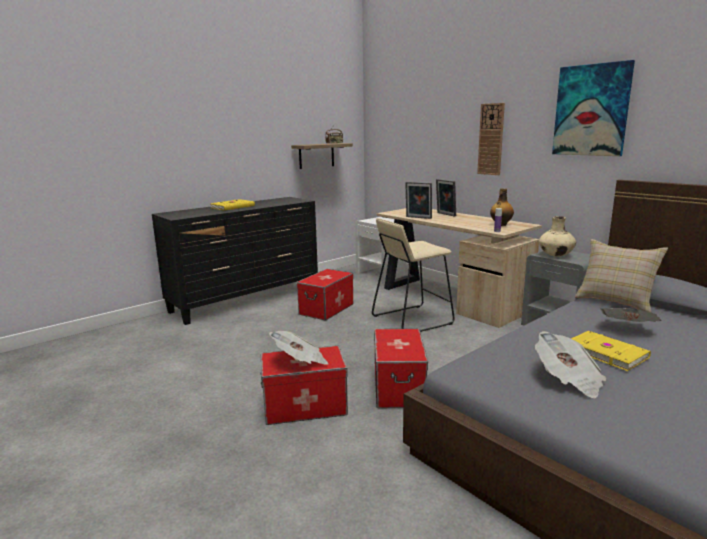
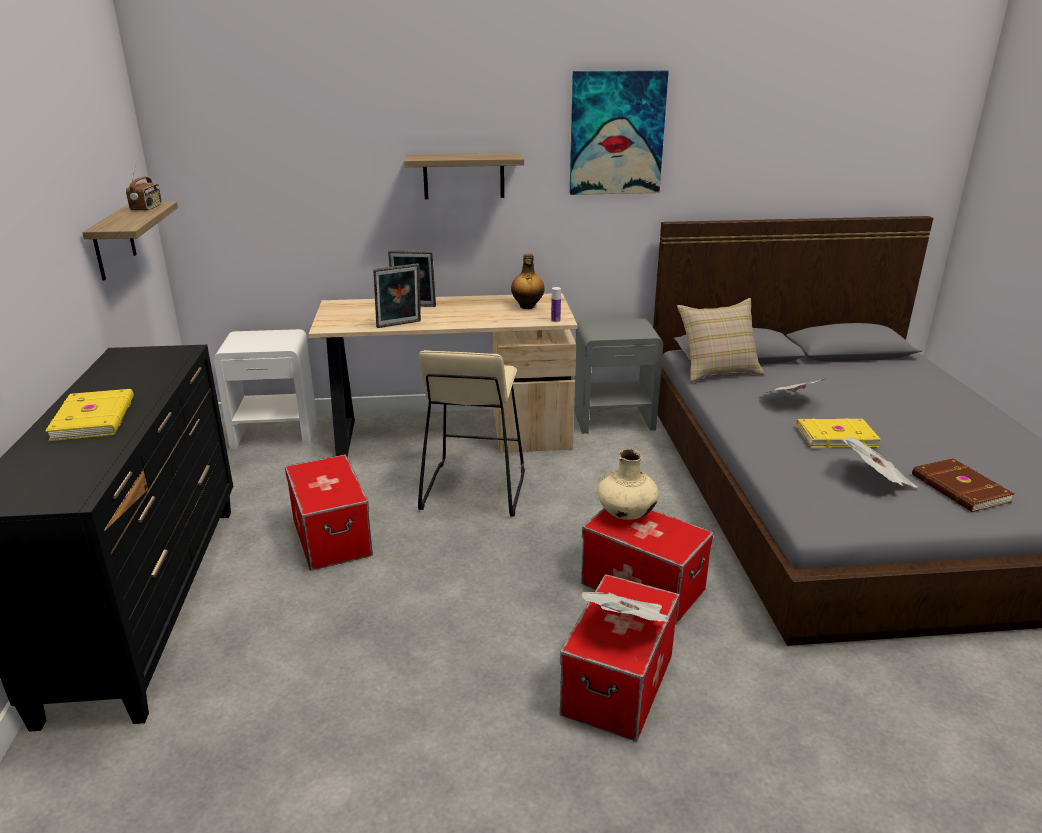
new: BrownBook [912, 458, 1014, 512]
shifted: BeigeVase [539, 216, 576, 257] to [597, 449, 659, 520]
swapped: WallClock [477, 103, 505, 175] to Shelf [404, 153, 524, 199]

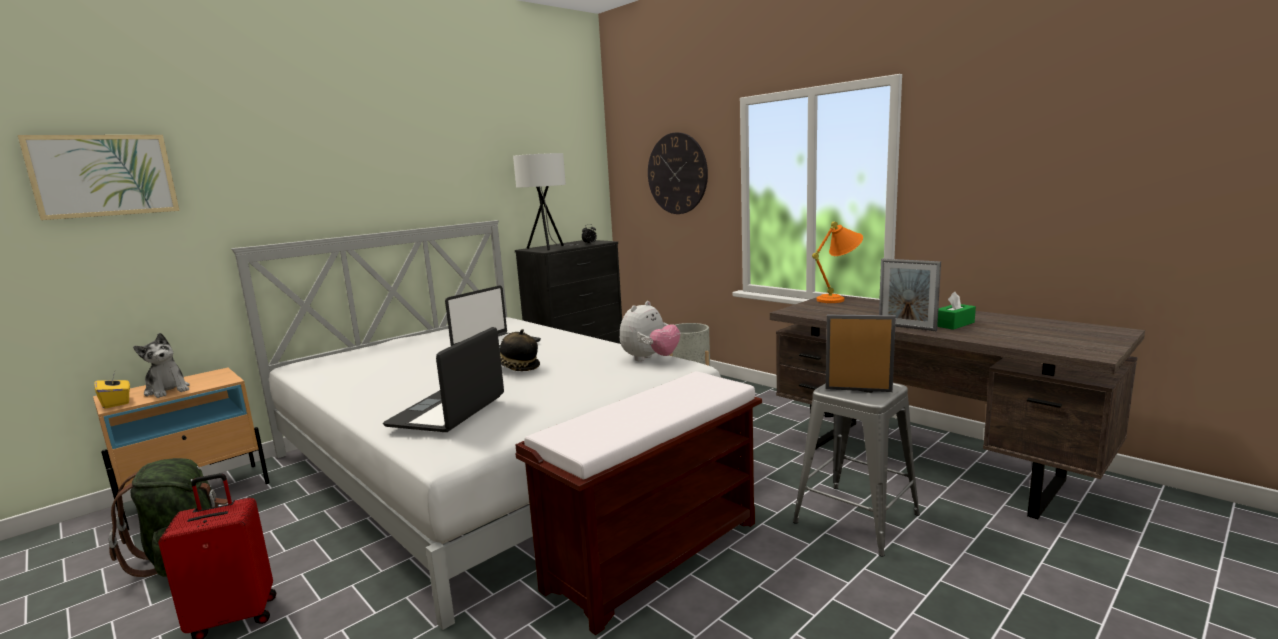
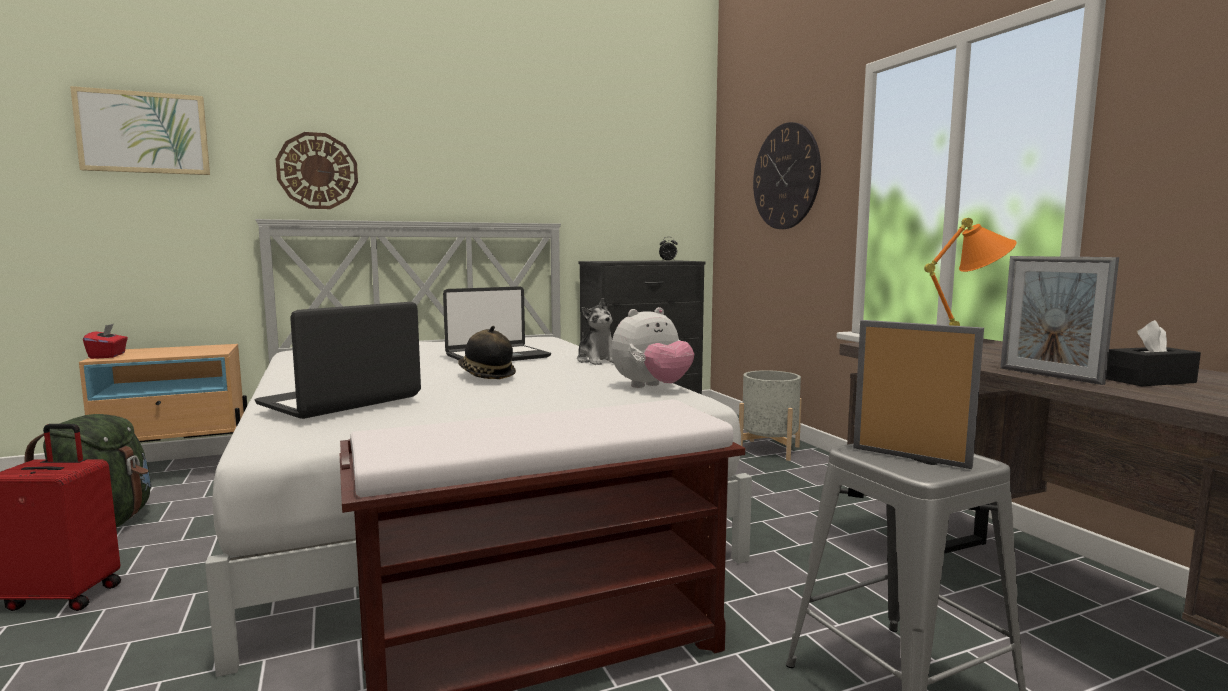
gone: WhiteTableLamp [513, 153, 578, 251]
new: WallClock [276, 132, 358, 209]
shifted: PlushToy [133, 333, 190, 398] to [577, 298, 614, 365]
repainted: YellowTissueBox [94, 371, 130, 409] to RedTissueBox [83, 324, 128, 359]; GreenTissueBox [937, 292, 976, 330] to BlackTissueBox [1106, 320, 1201, 386]

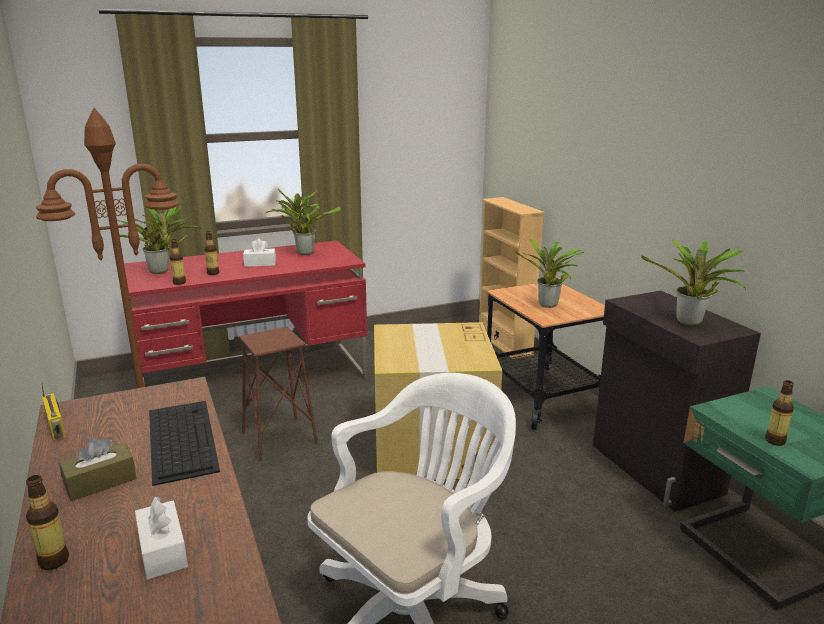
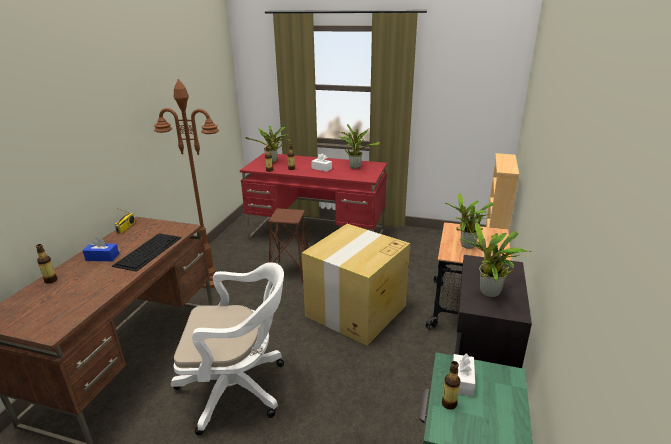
shifted: WhiteTissueBox [135, 497, 188, 580] to [453, 353, 475, 396]
repainted: BrownTissueBox [59, 437, 136, 501] to BlueTissueBox [82, 237, 119, 261]

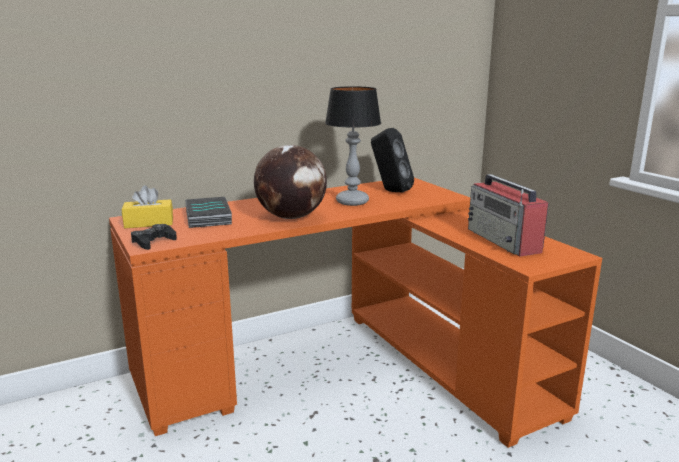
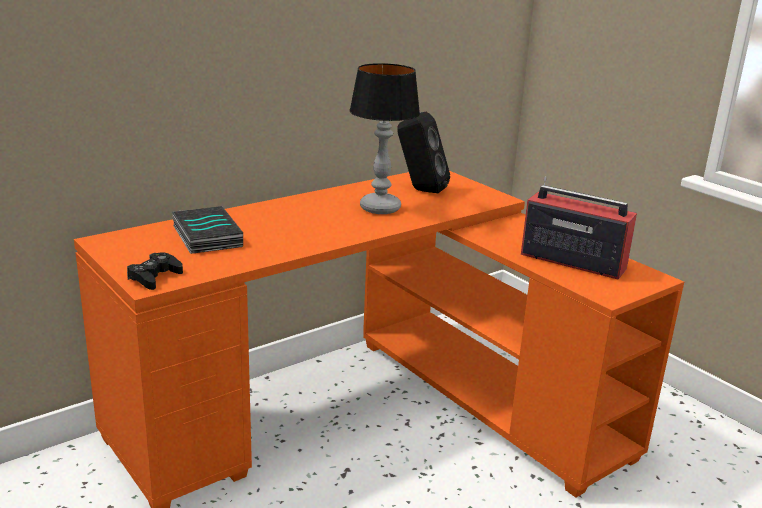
gone: YellowTissueBox [122, 185, 173, 228]; Globe [254, 145, 327, 219]
rotated: Radio [468, 174, 549, 256] = [521, 176, 637, 280] 150 degrees clockwise

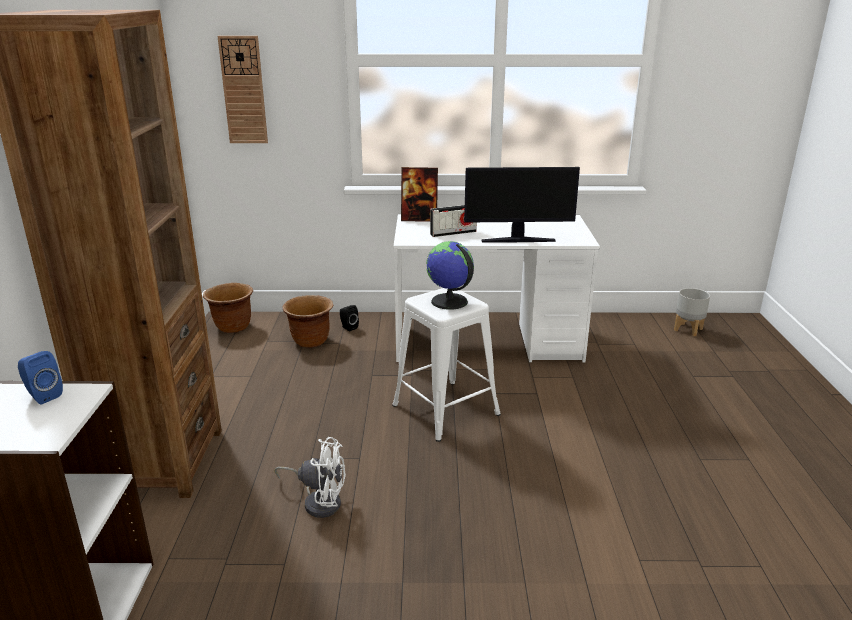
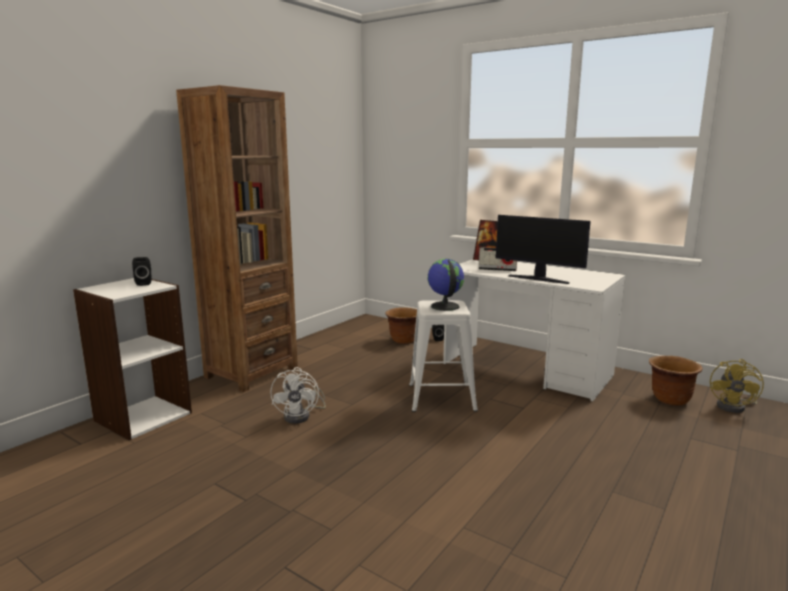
gone: WallClock [218, 36, 268, 143]
shifted: BrownPlanter [203, 283, 253, 333] to [649, 356, 703, 406]
swapped: GreyPlanter [674, 288, 710, 336] to YellowFan [710, 359, 764, 413]
repainted: BlueSpeaker [18, 351, 63, 404] to BlackSpeaker [132, 257, 151, 286]
rotated: WhiteFan [274, 437, 346, 518] = [270, 367, 326, 424] 45 degrees clockwise

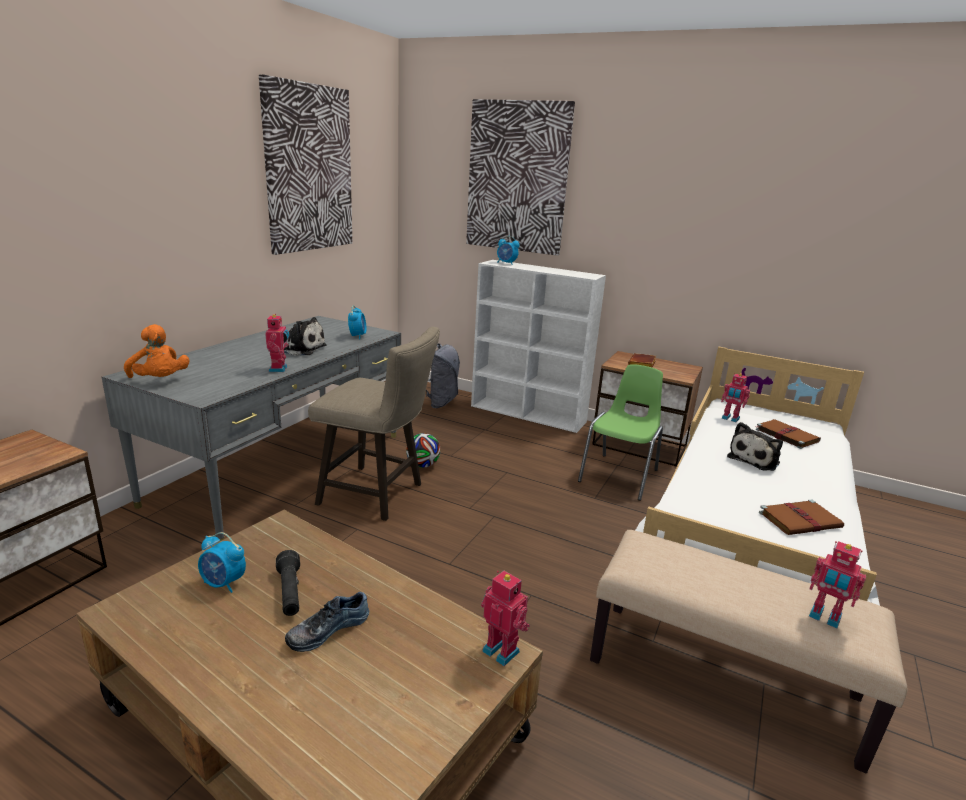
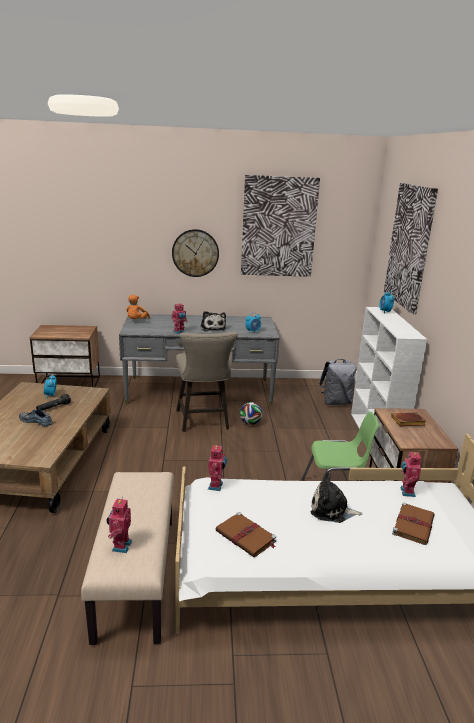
new: WallClock [172, 229, 219, 277]
shifted: ToyRobot [481, 571, 530, 666] to [208, 444, 227, 491]

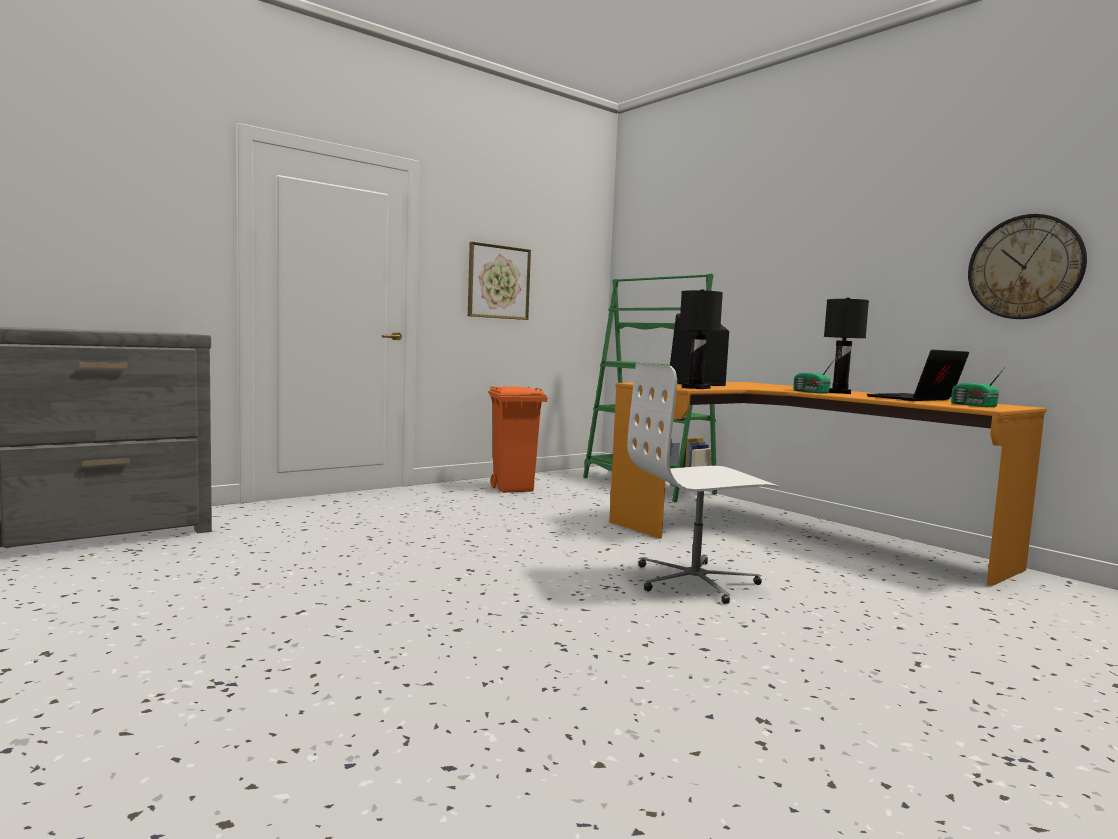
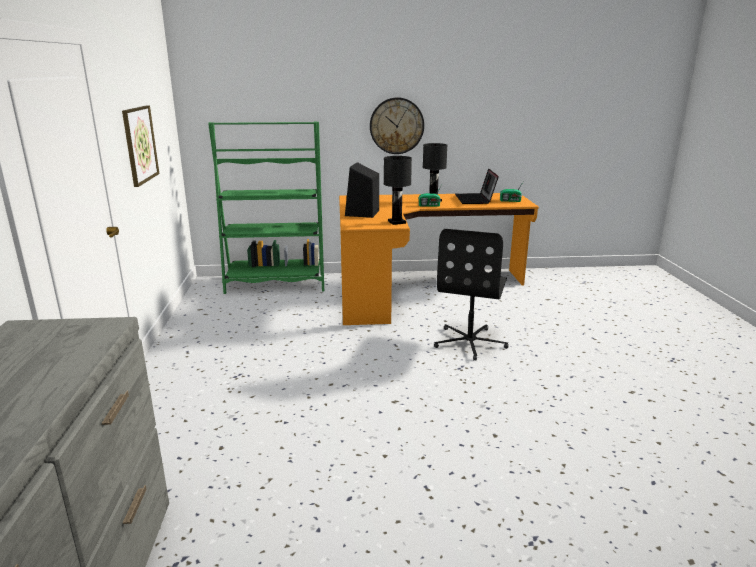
gone: OrangeTrashCan [488, 386, 547, 493]
shifted: WallClock [968, 214, 1087, 319] to [370, 97, 424, 154]
repainted: WhiteOfficeChair [627, 362, 779, 604] to BlackOfficeChair [434, 229, 509, 361]

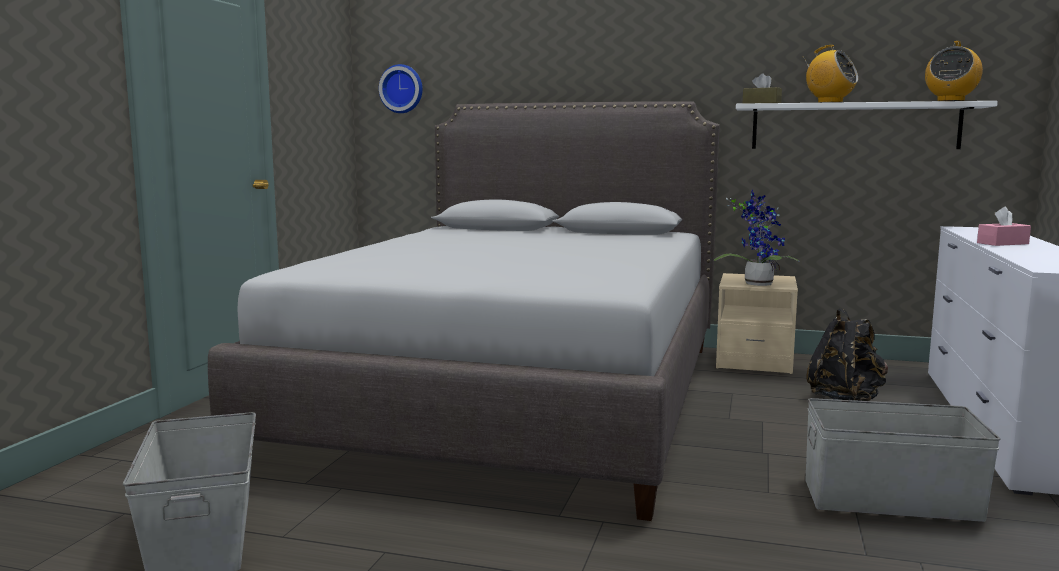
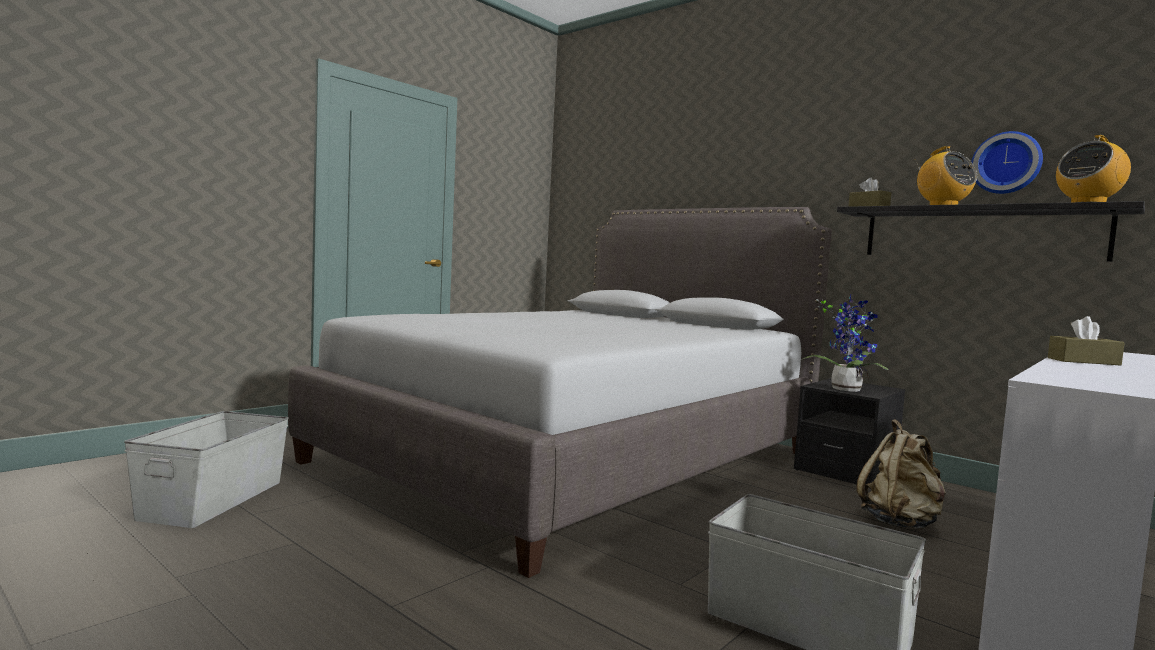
shifted: WallClock [379, 64, 423, 113] to [971, 131, 1043, 194]
repainted: BeigeNightstand [716, 273, 798, 374] to BlackNightstand [794, 378, 905, 488]; WhiteShelf [736, 101, 998, 149] to BlackShelf [837, 201, 1145, 262]; BlackBackpack [806, 309, 888, 401] to BeigeBackpack [856, 419, 946, 529]; PinkTissueBox [977, 206, 1031, 246] to BrownTissueBox [1048, 316, 1125, 366]

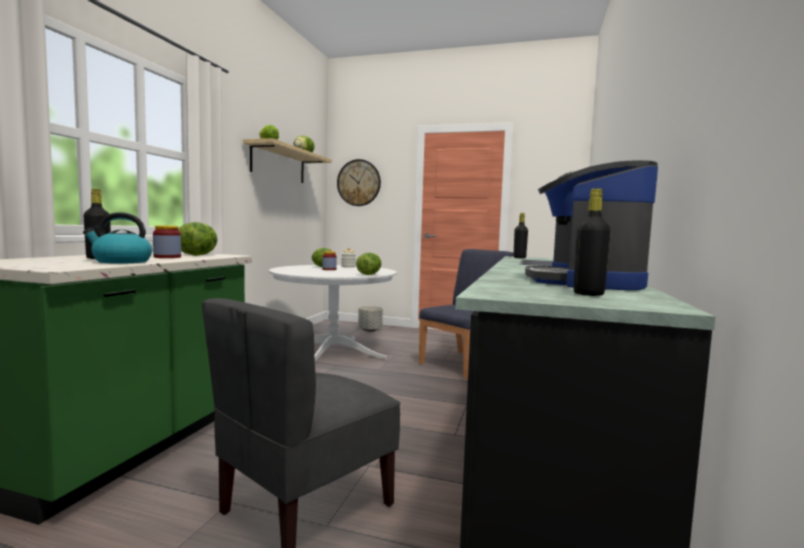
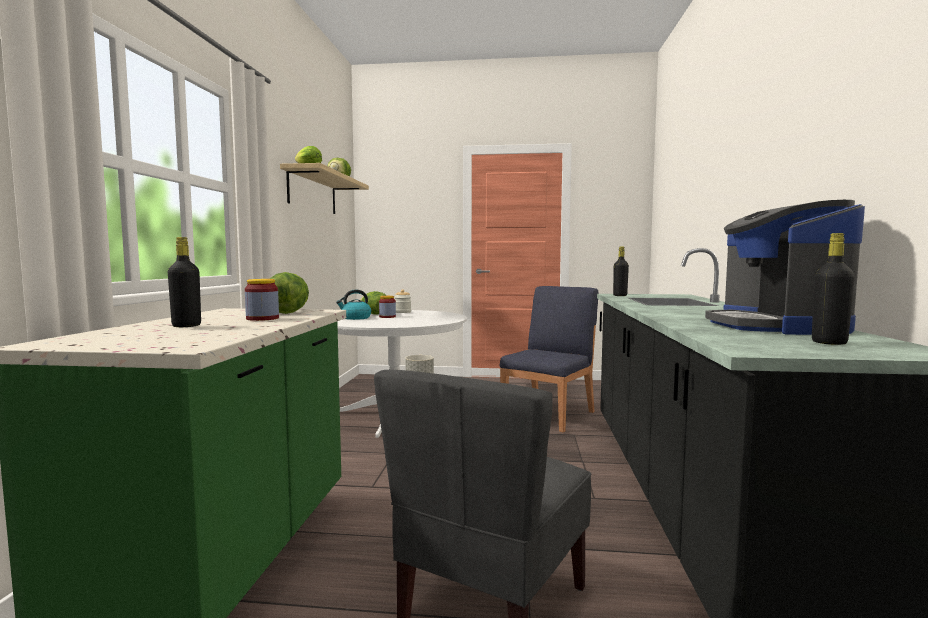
gone: WallClock [337, 159, 381, 206]; Lettuce [356, 252, 381, 275]
shifted: Kettle [83, 212, 152, 264] to [336, 290, 371, 320]

